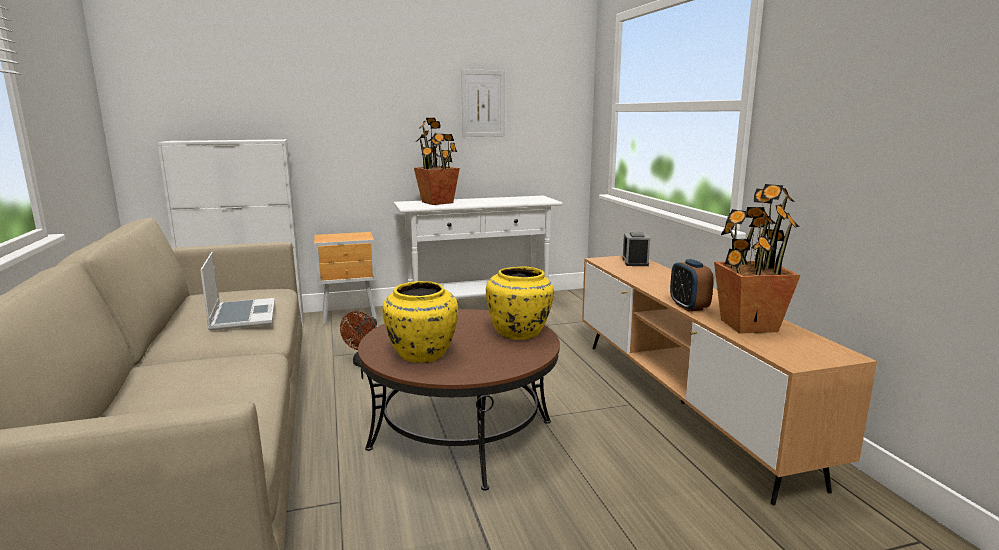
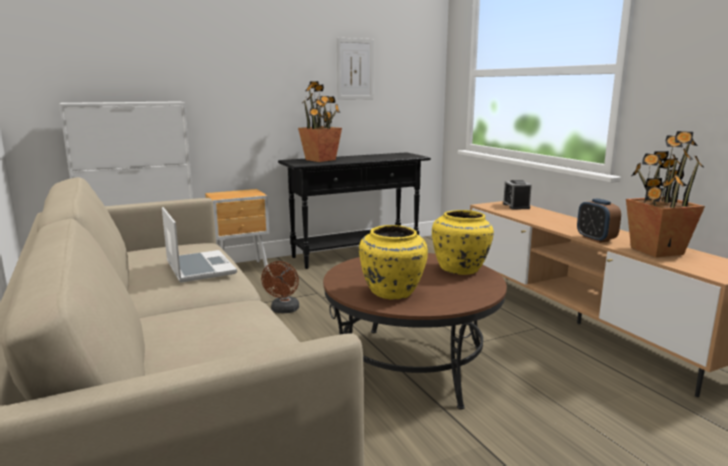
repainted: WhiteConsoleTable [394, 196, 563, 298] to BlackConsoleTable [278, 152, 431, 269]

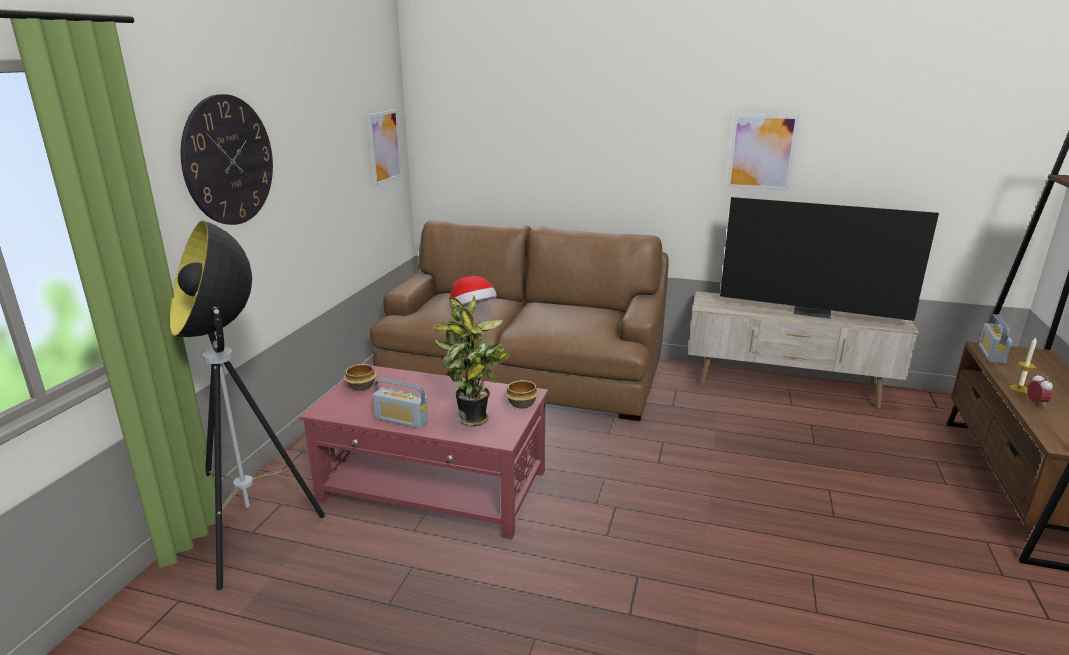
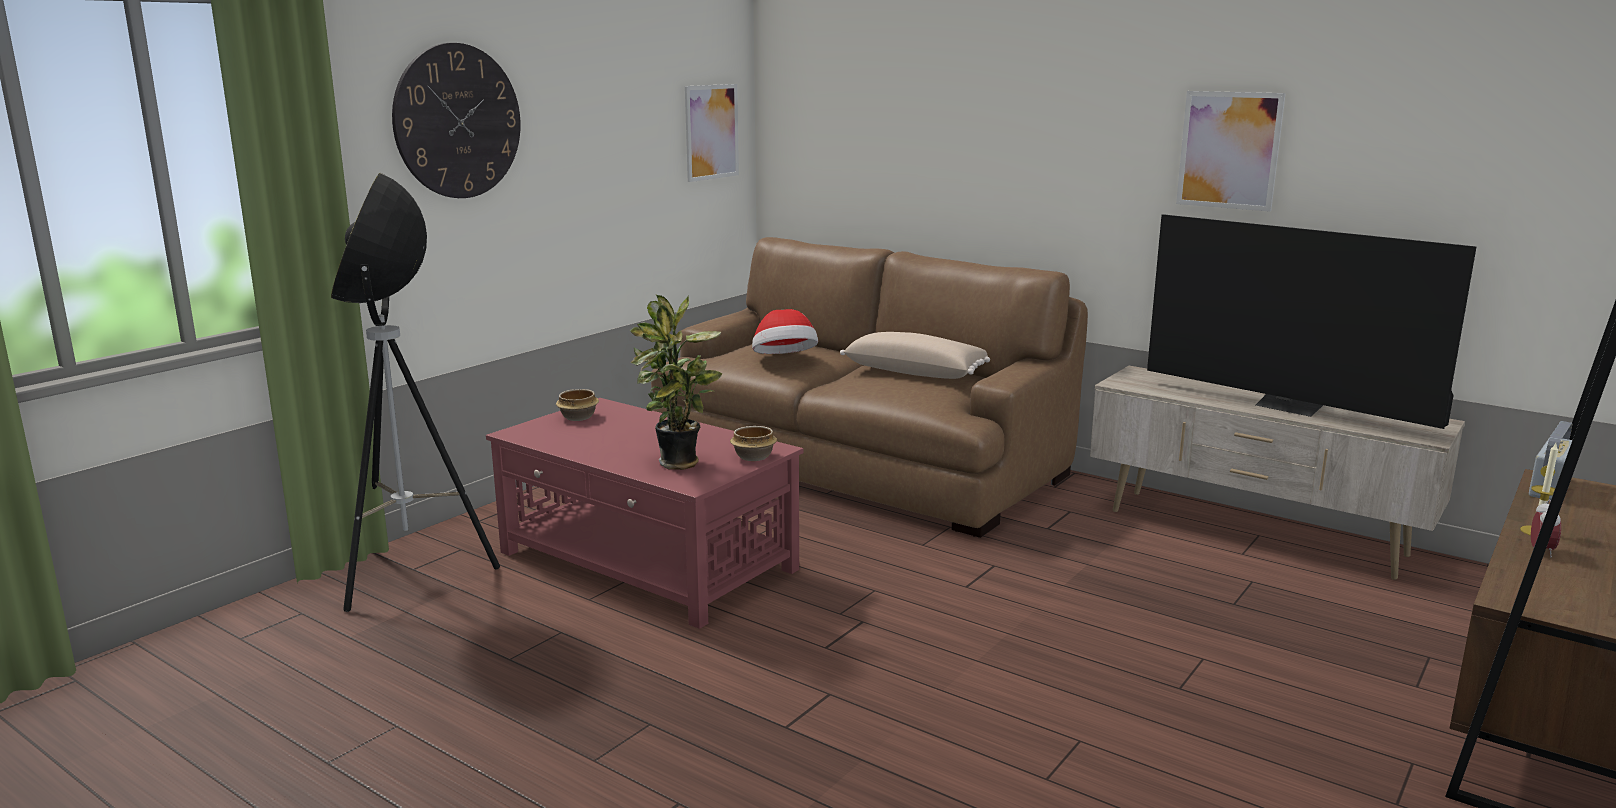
gone: Radio [373, 378, 428, 429]
new: BeigePillow [840, 332, 990, 379]

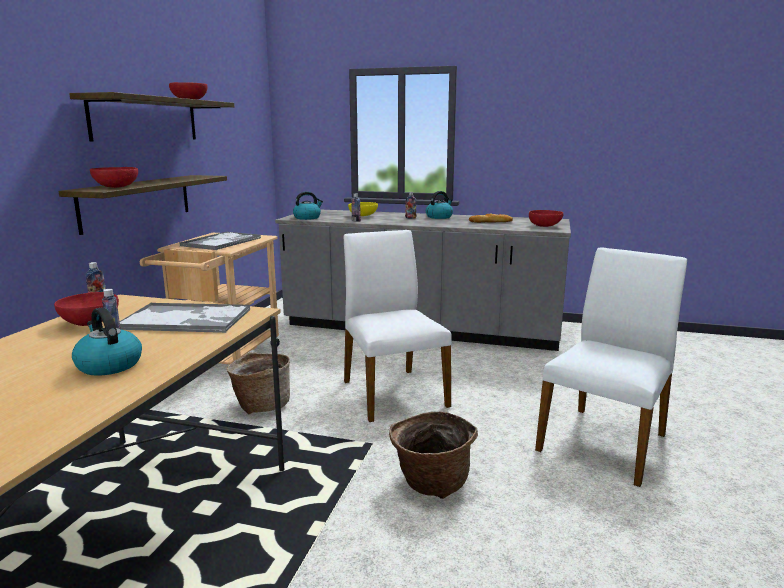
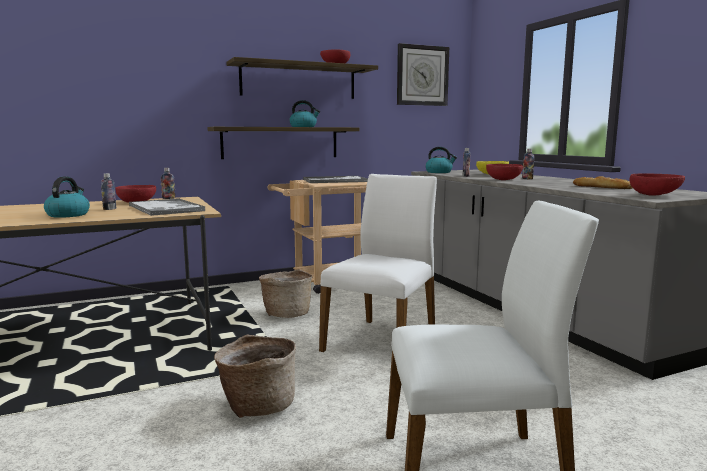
new: WallClock [397, 43, 449, 106]
shifted: RedBowl [90, 167, 138, 188] to [486, 164, 523, 180]; Kettle [426, 191, 453, 219] to [289, 100, 320, 127]

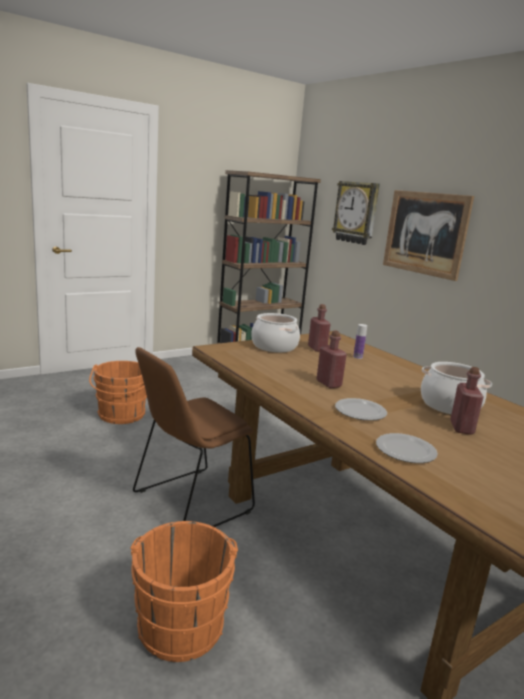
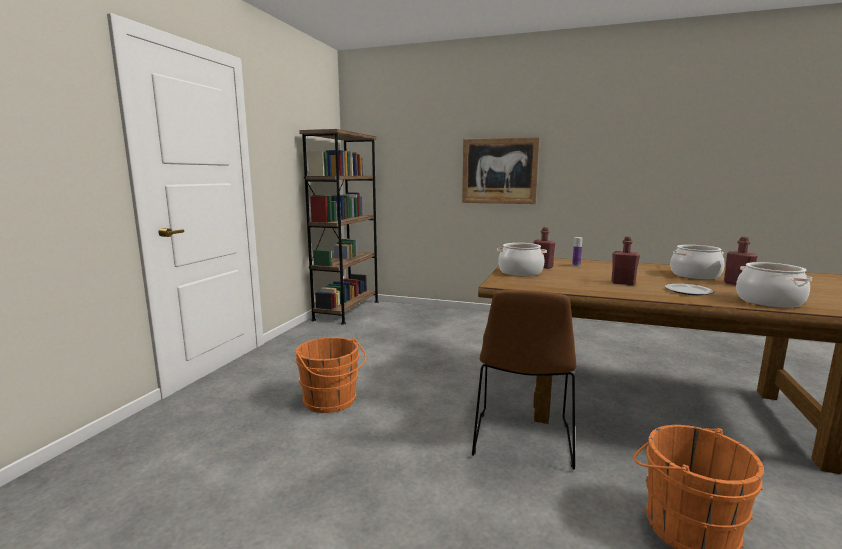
gone: WallClock [332, 181, 380, 245]
swapped: Plate [376, 433, 438, 463] to CookingPot [736, 262, 813, 308]

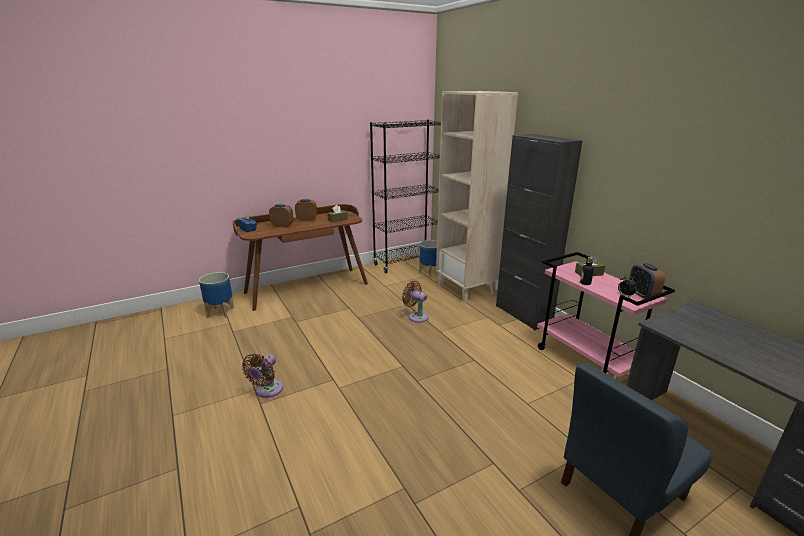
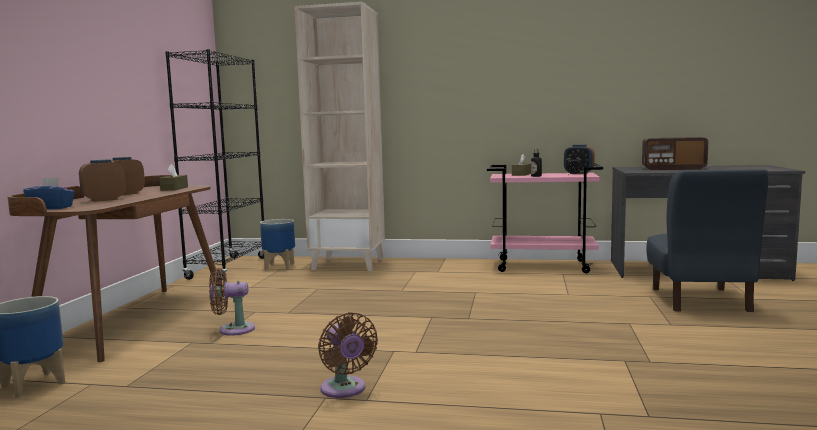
gone: BlackCabinet [496, 134, 583, 331]
new: Radio [642, 137, 708, 170]
shifted: BrownFan [402, 281, 429, 323] to [209, 268, 255, 336]

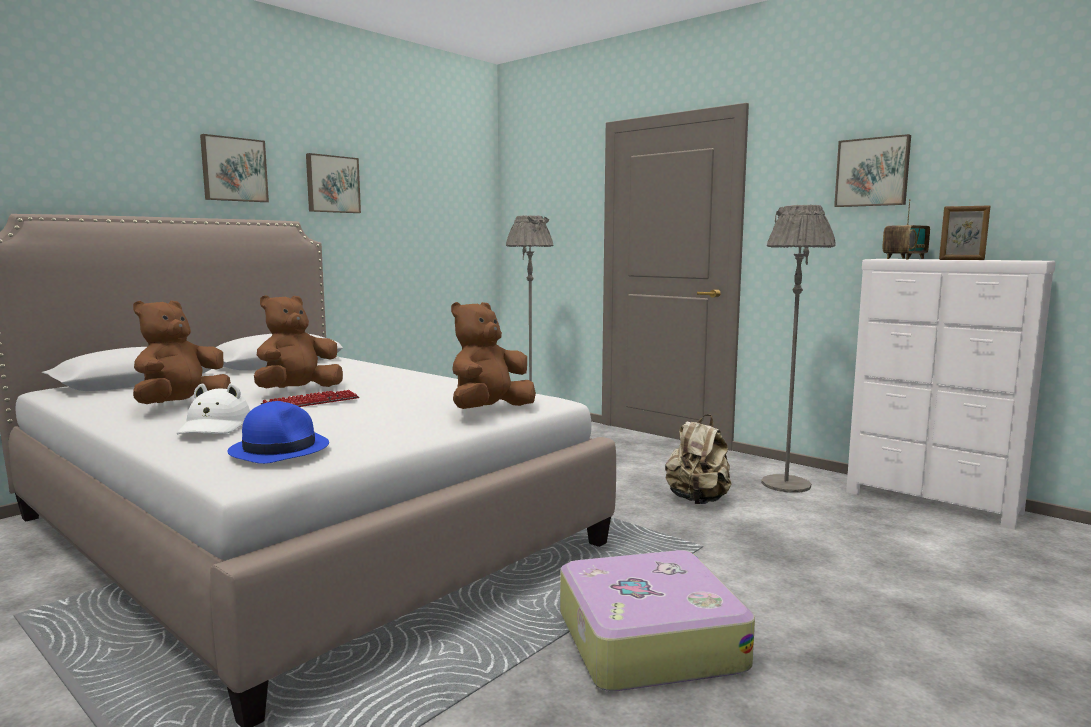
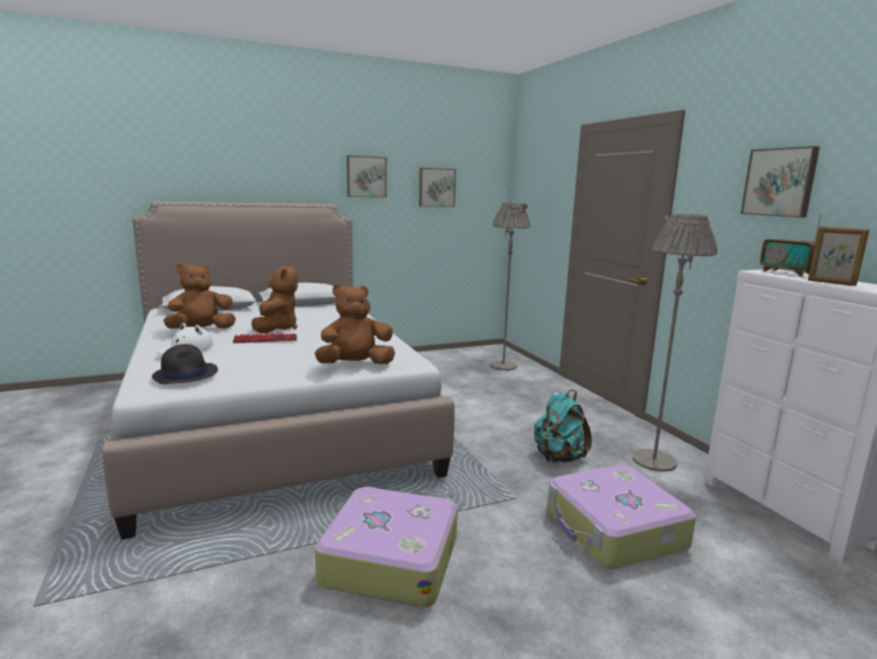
new: Suitcase [547, 465, 696, 569]
shifted: Picture [200, 134, 269, 202] to [419, 168, 456, 207]
repainted: BlueHat [228, 401, 329, 464] to BlackHat [152, 344, 218, 384]; BeigeBackpack [665, 414, 732, 504] to TurquoiseBackpack [534, 390, 592, 463]
rotated: BrownPlushToy [254, 295, 343, 388] = [251, 265, 298, 333] 120 degrees clockwise; Radio [882, 199, 930, 259] = [760, 214, 822, 277] 75 degrees clockwise

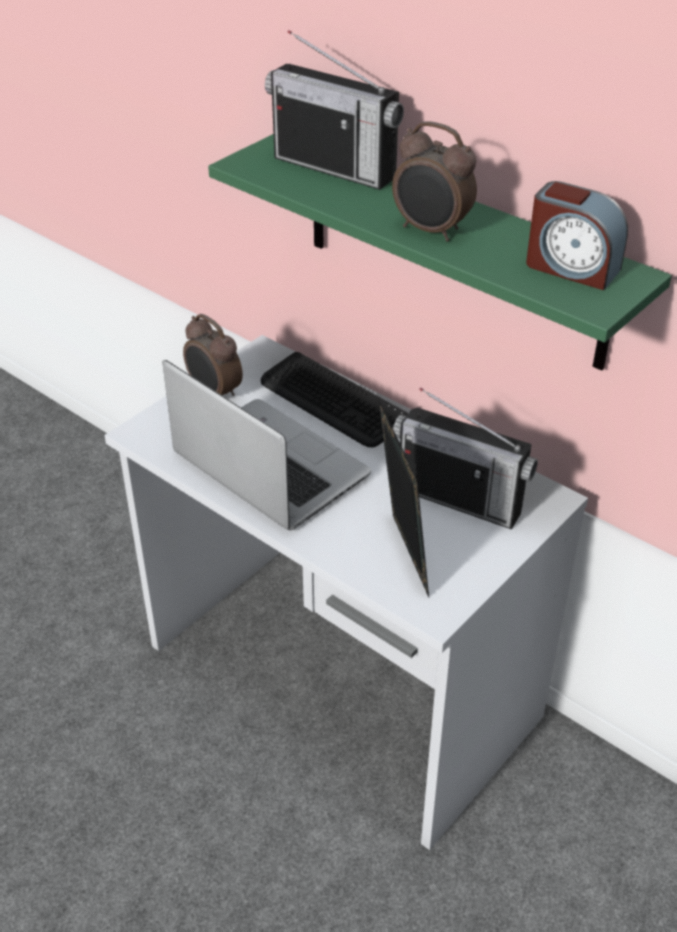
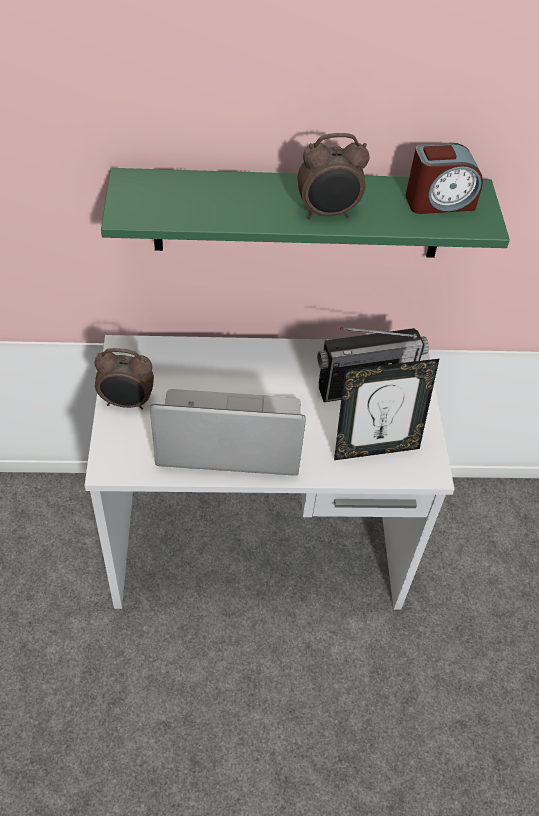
gone: Keyboard [261, 352, 408, 448]; Radio [265, 30, 404, 190]
rotated: PictureFrame [379, 401, 429, 597] = [334, 359, 439, 460] 135 degrees clockwise

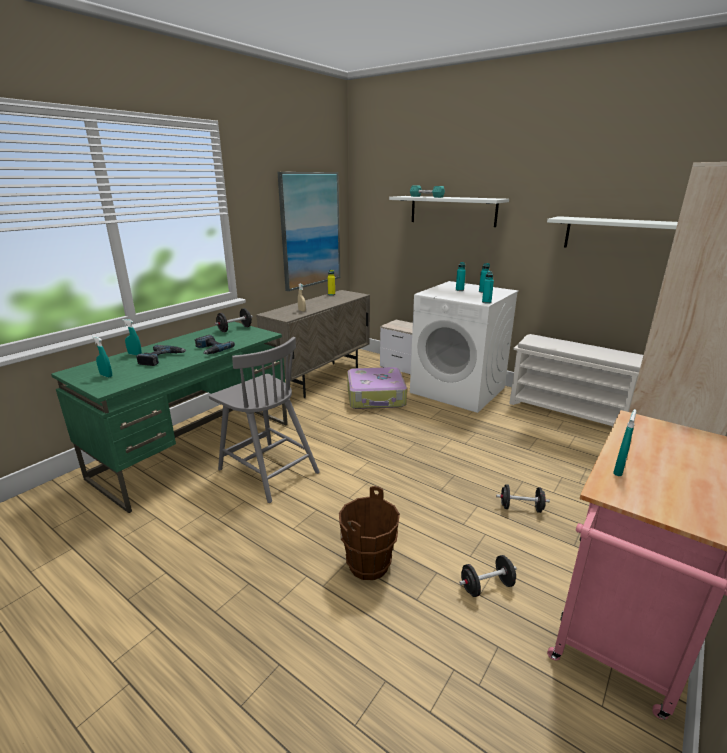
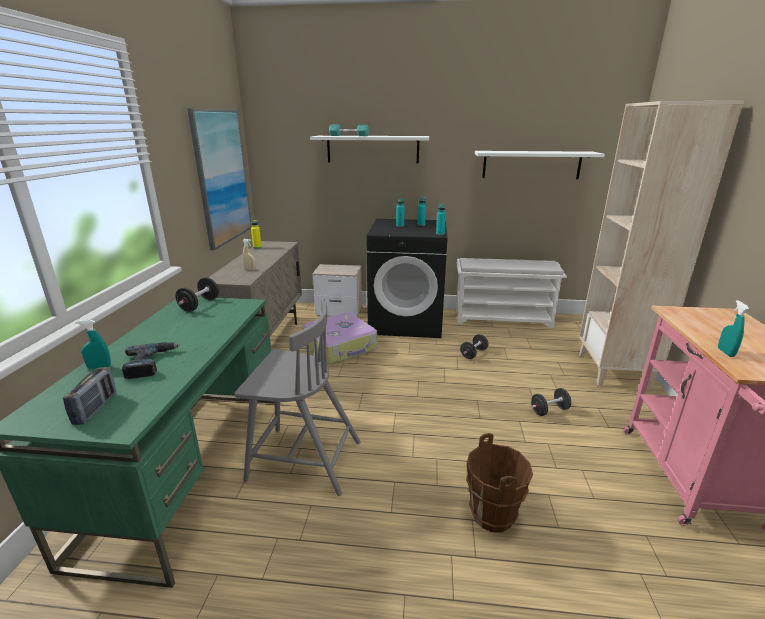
gone: PowerDrill [194, 335, 235, 354]
shifted: BlackDumbbell [459, 555, 517, 597] to [460, 334, 488, 359]
swapped: TurquoiseSprayBottle [93, 336, 112, 378] to Radio [63, 367, 116, 425]
repainted: WhiteWashingMachine [410, 281, 518, 413] to BlackWashingMachine [366, 219, 448, 338]

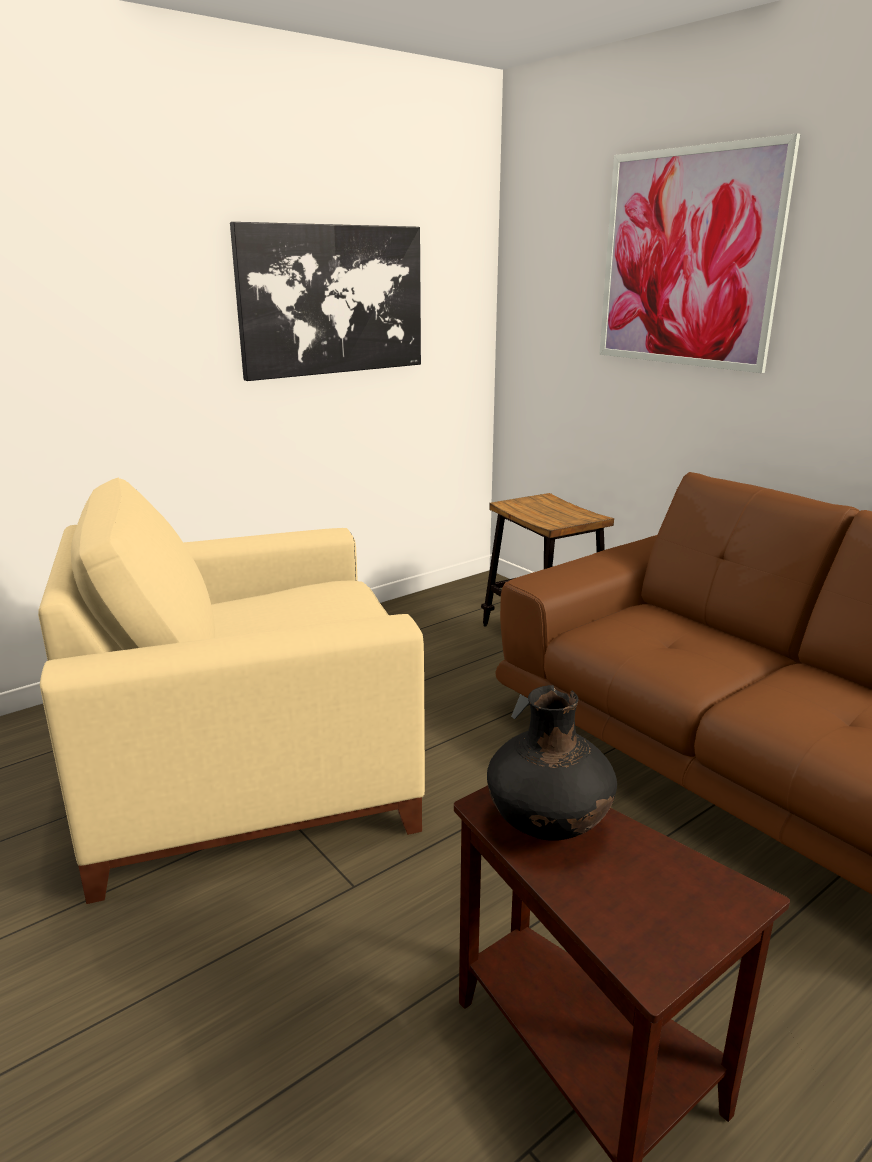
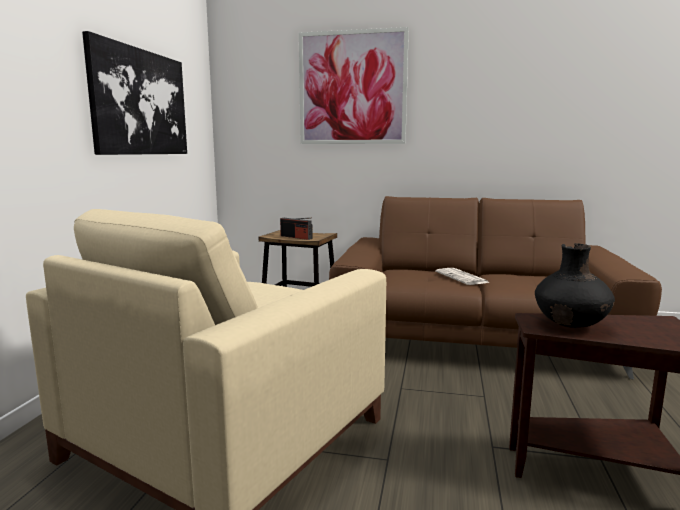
new: Radio [280, 218, 313, 240]; Newspaper [435, 268, 490, 285]

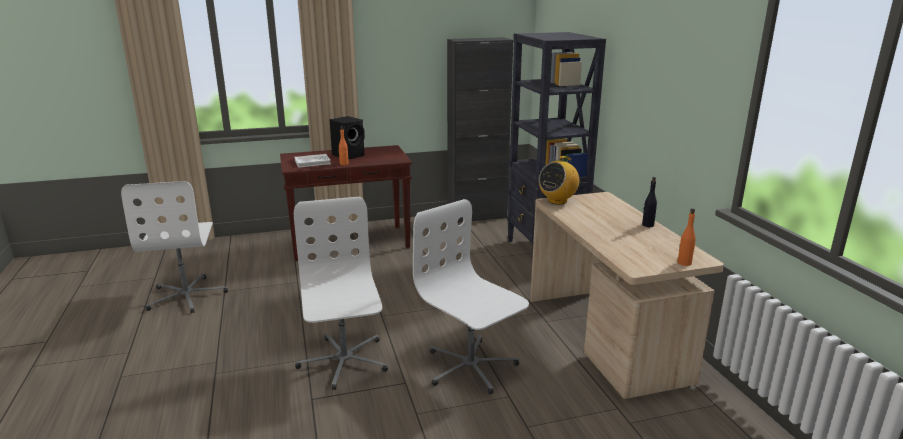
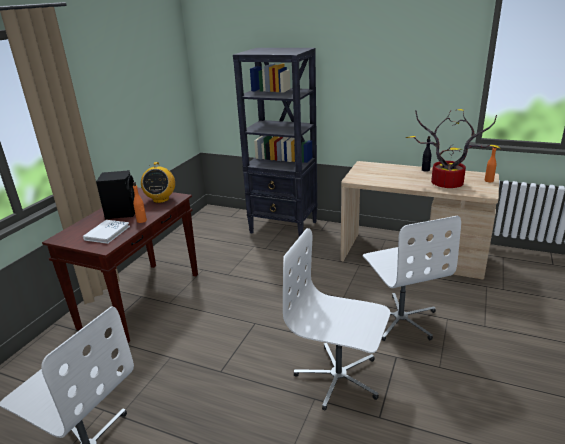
gone: BlackCabinet [447, 37, 513, 223]
new: PottedPlant [406, 109, 500, 188]
shifted: Radio [539, 156, 579, 205] to [141, 162, 175, 203]
rotated: WhiteOfficeChair [413, 199, 529, 394] = [363, 216, 461, 341] 105 degrees counterclockwise

